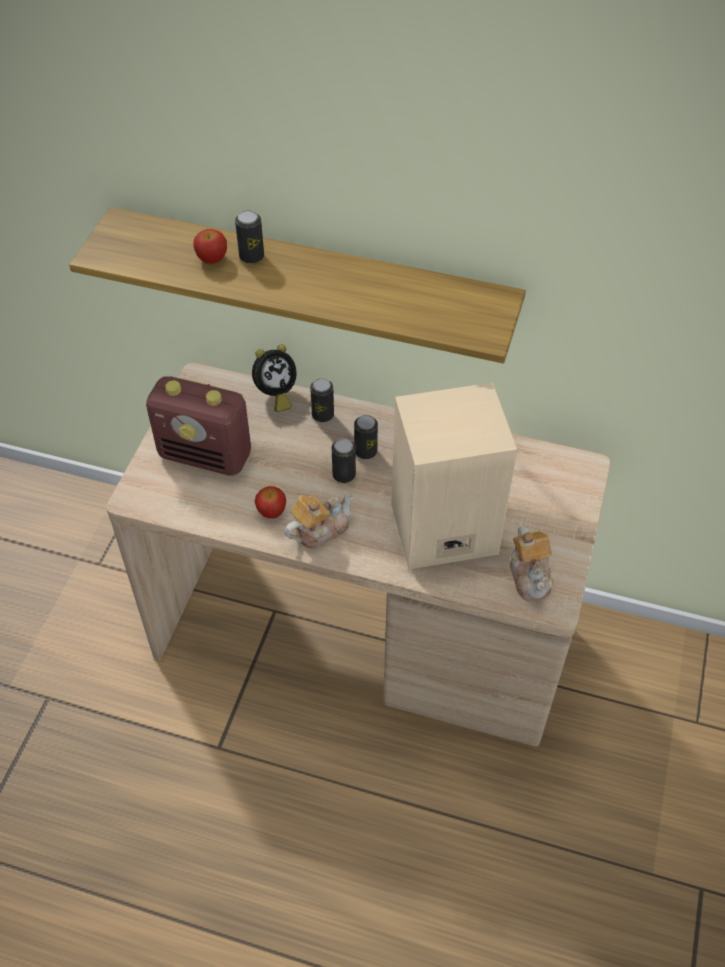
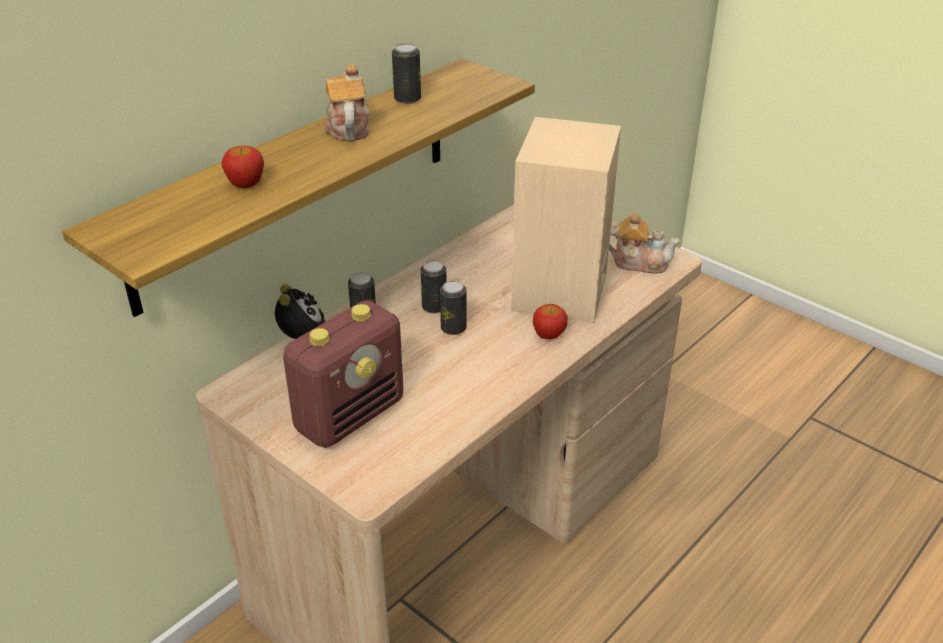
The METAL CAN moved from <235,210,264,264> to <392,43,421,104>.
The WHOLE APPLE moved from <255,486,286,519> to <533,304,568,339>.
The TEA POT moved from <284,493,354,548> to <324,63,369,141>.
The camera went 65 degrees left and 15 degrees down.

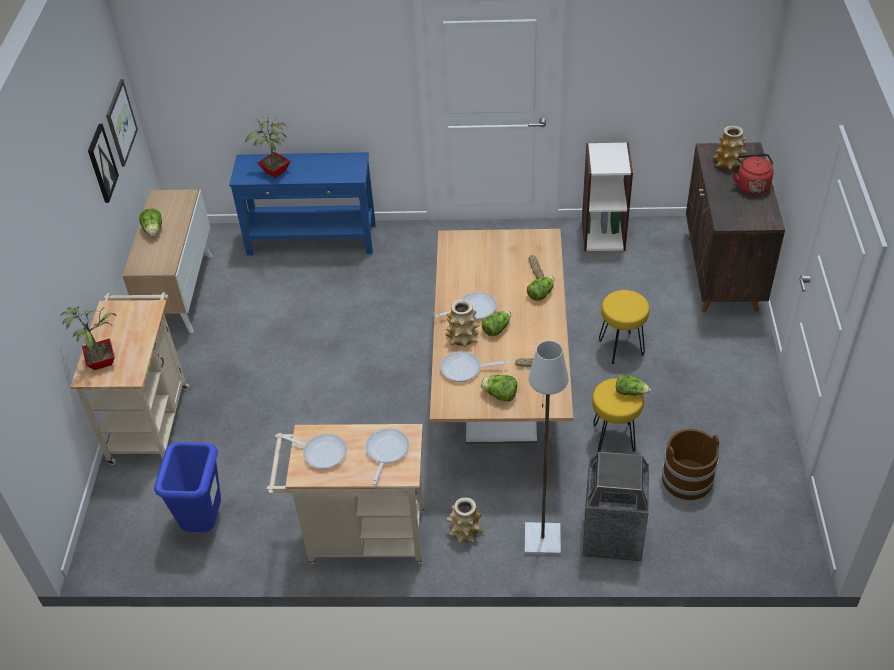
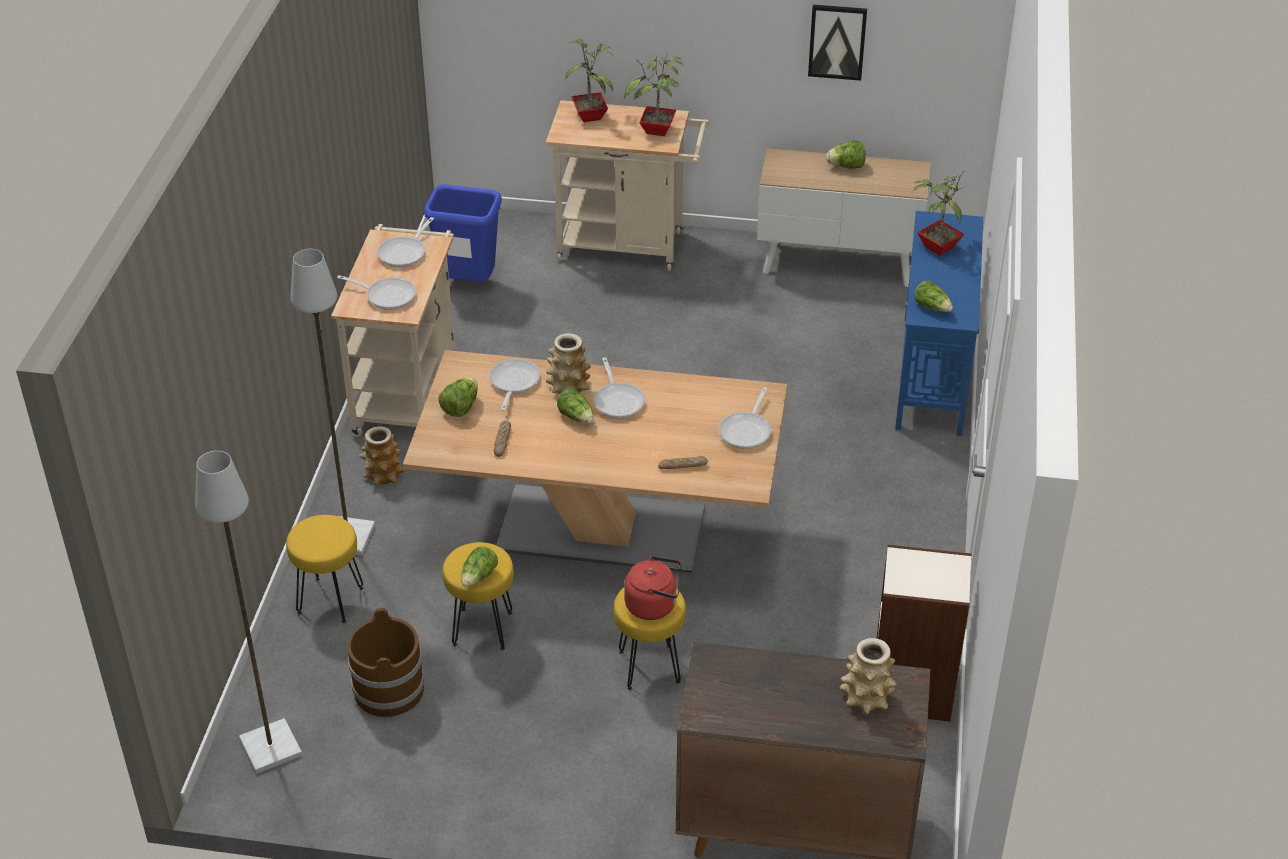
The WALL PICTURE at <106,79,138,167> disappeared.
The RED-COLOURED KETTLE moved from <732,154,773,195> to <624,556,681,620>.
The LETTUCE moved from <527,276,554,301> to <914,281,953,312>.
The WASTE BIN at <583,452,649,561> was replaced by the YELLOWISH STOOL at <286,515,364,623>.
The PLANT IN A POT at <624,54,683,136> appeared.
The SKILLET at <718,387,771,449> appeared.
The GREYISH STANDING LAMP at <195,451,302,774> appeared.
The camera went 95 degrees right and 5 degrees down.

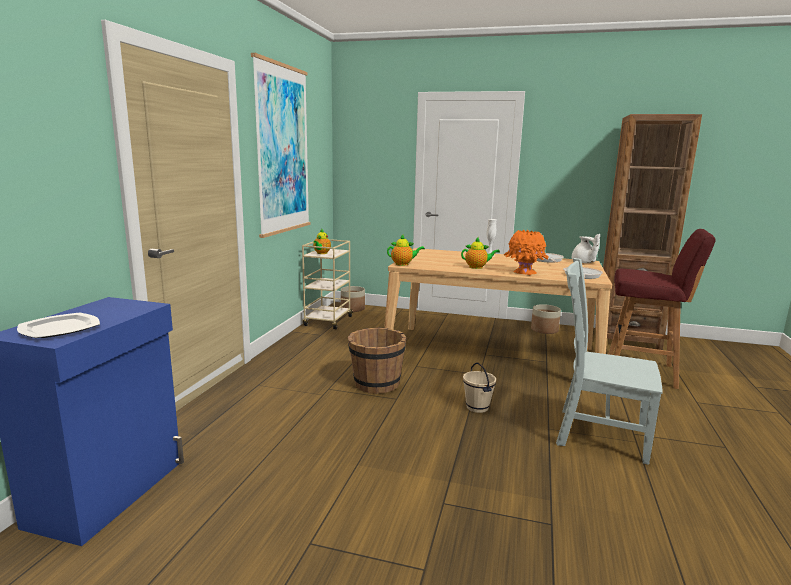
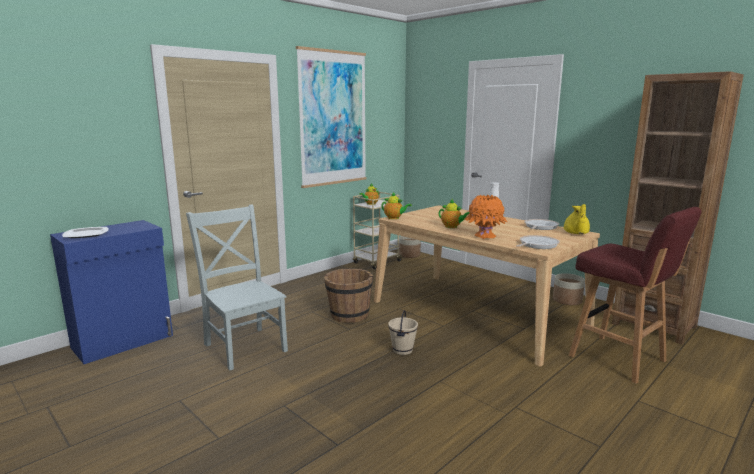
The WHITE TEA POT at <572,234,600,263> became the YELLOWISH TEA POT at <564,204,590,234>.
The GREYISH CHAIR moved from <556,258,663,465> to <186,205,288,371>.
The camera went 30 degrees right and 0 degrees up.

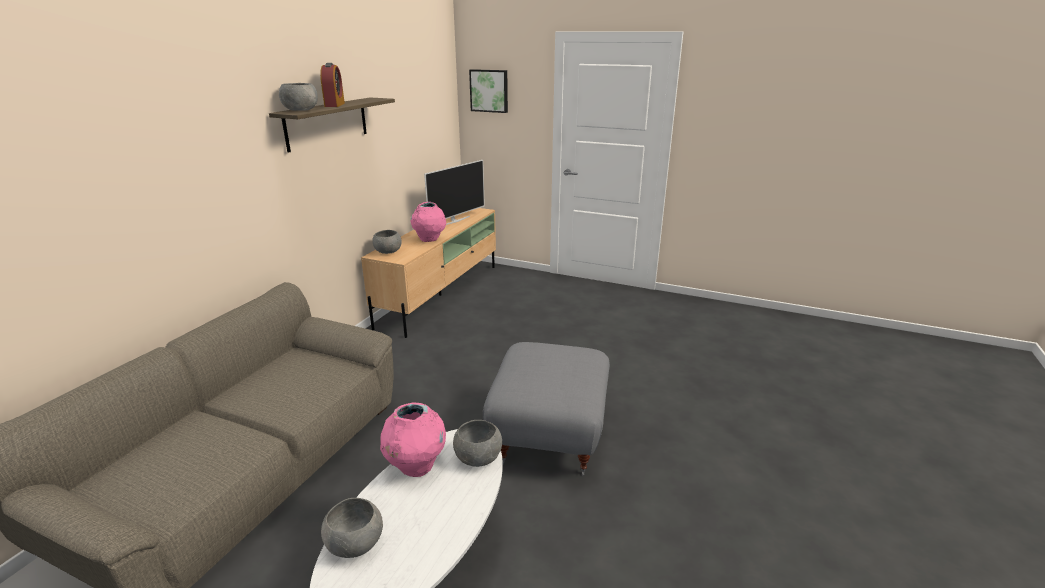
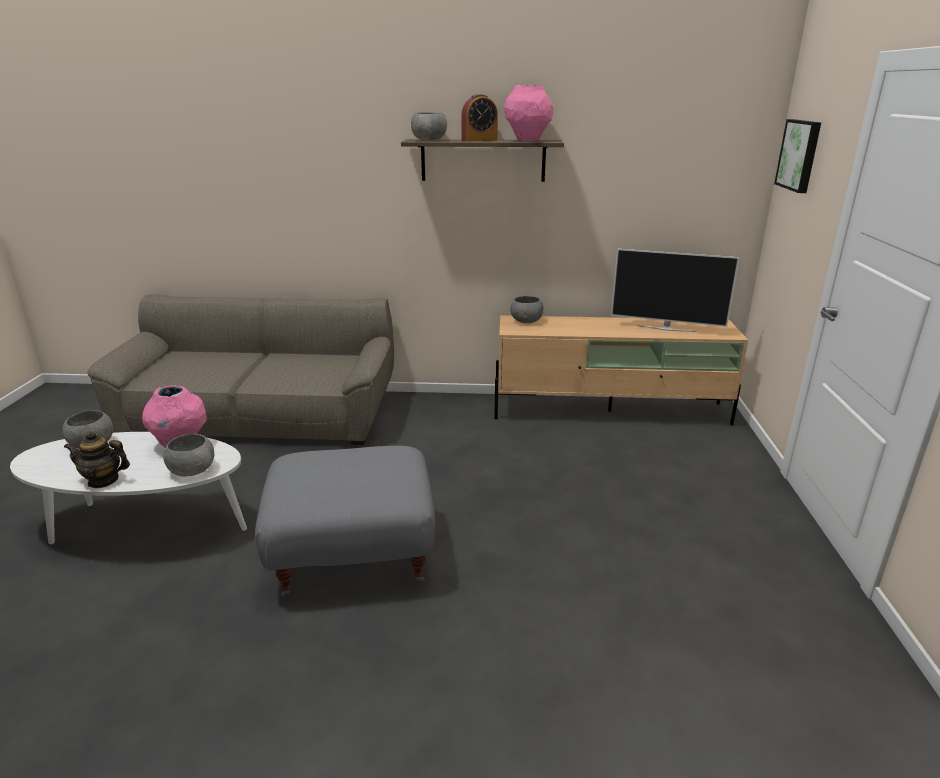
The PINK-COLOURED DECORATIVE VASE moved from <411,202,446,242> to <504,84,553,142>.
The TEA POT at <64,431,130,488> appeared.
The camera went 70 degrees right and 0 degrees up.

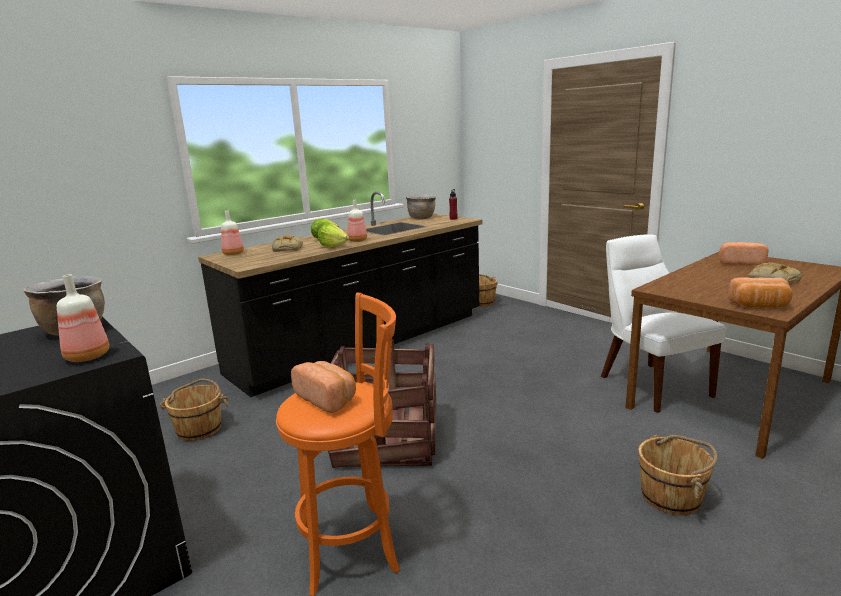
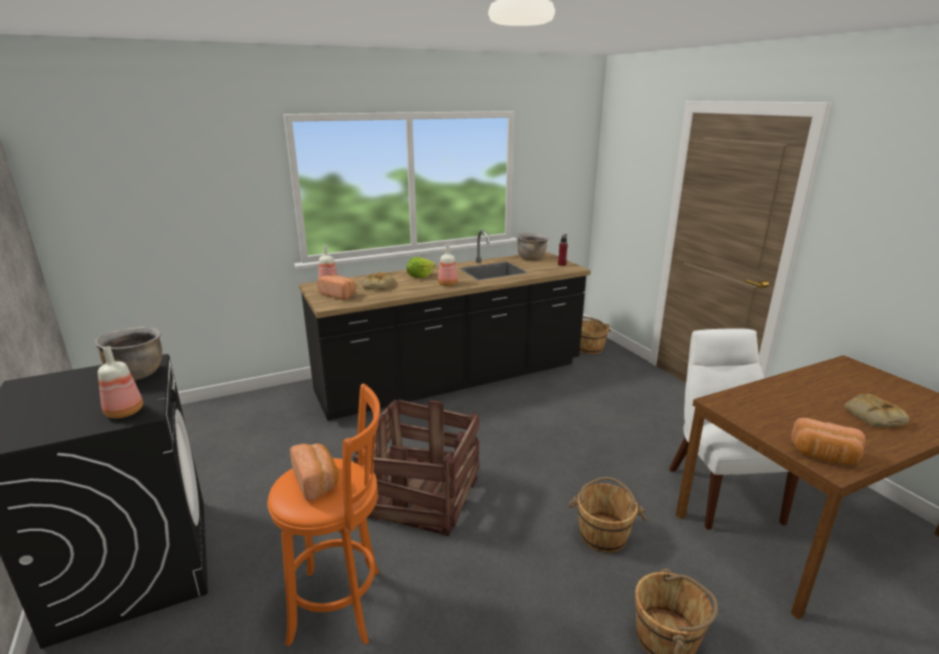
The LETTUCE at <318,224,349,248> disappeared.
The BAKED BREAD moved from <719,242,768,265> to <317,275,356,300>.
The BROWN-COLOURED WATER BUCKET moved from <159,379,229,441> to <568,477,646,553>.
The camera went 15 degrees right and 5 degrees up.

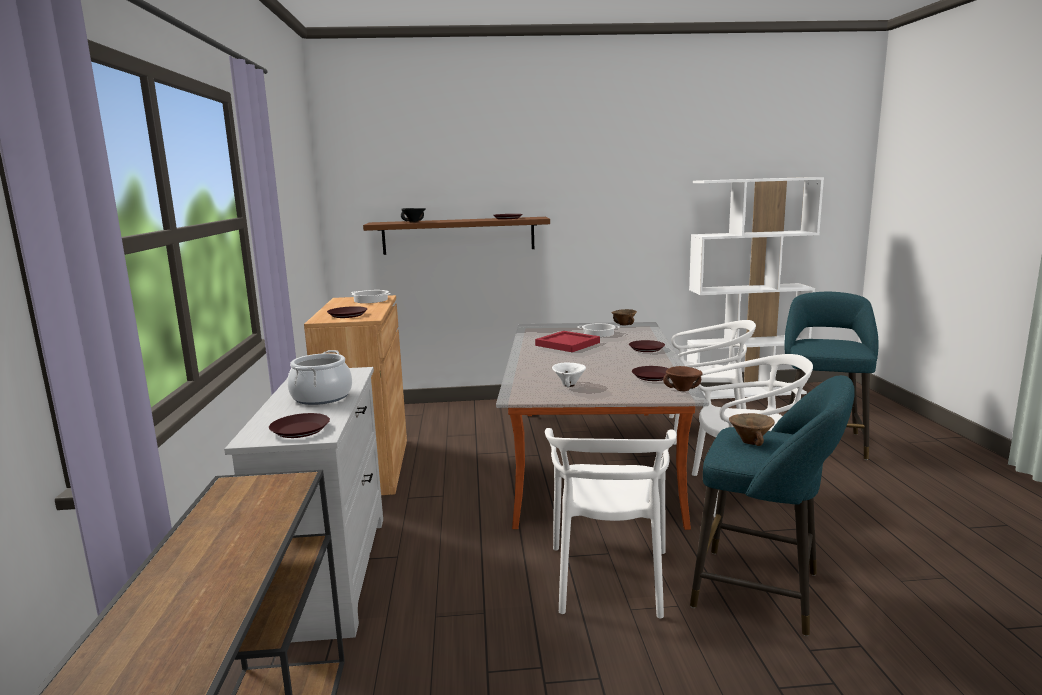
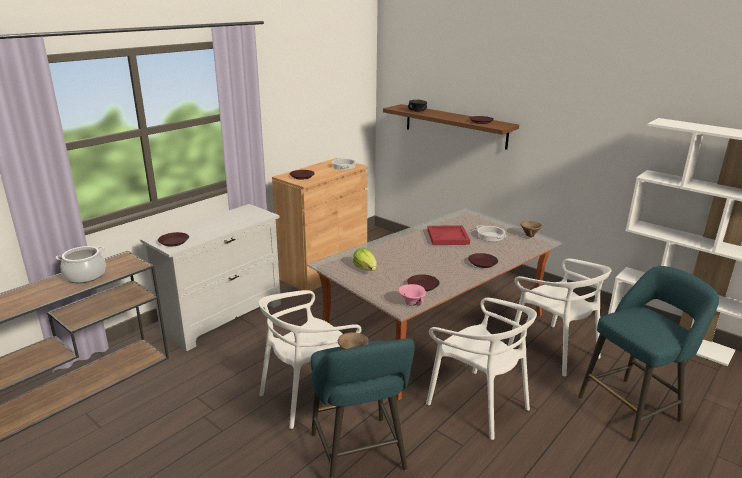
The SAUCEPOT moved from <287,350,352,405> to <55,246,106,283>.
The WHITE BOWL at <552,362,586,387> was replaced by the LETTUCE at <353,248,377,271>.
The BROWN-COLOURED BOWL at <663,366,702,391> became the PINK-COLOURED BOWL at <398,284,426,306>.
The camera went 45 degrees right and 10 degrees up.

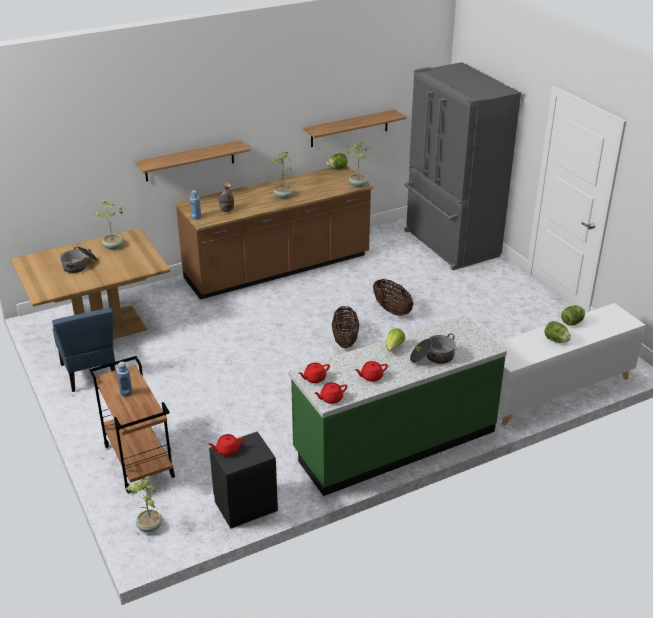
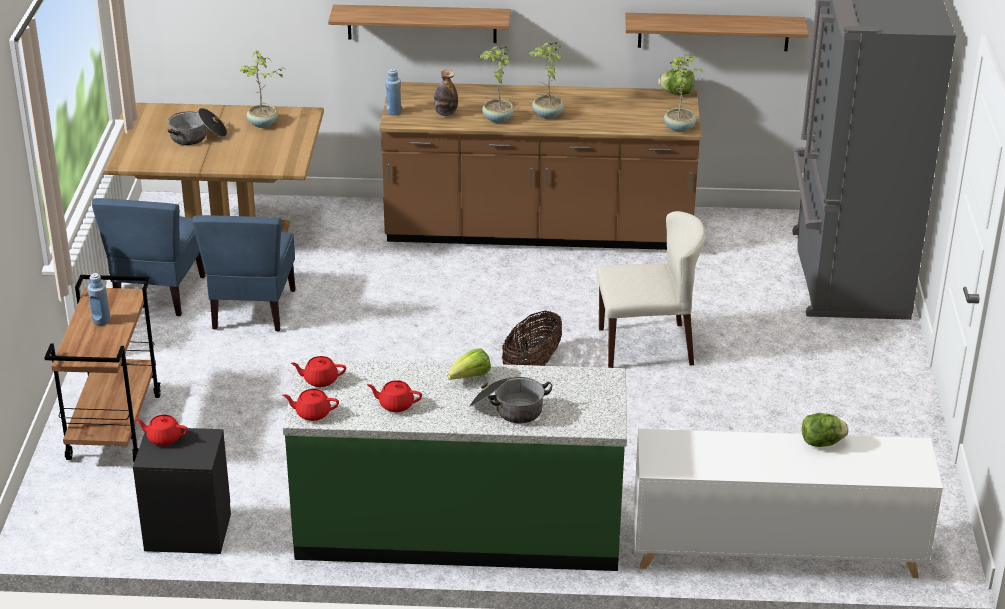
The HOUSEHOLD BASKET at <373,279,413,316> was replaced by the BEIGE-COLOURED CHAIR at <597,211,706,368>.
The LETTUCE at <544,321,571,343> disappeared.
The PLANT IN A POT moved from <126,476,162,532> to <479,46,514,123>.
The BLUE CHAIR at <192,215,296,331> appeared.
The camera went 30 degrees right and 0 degrees up.

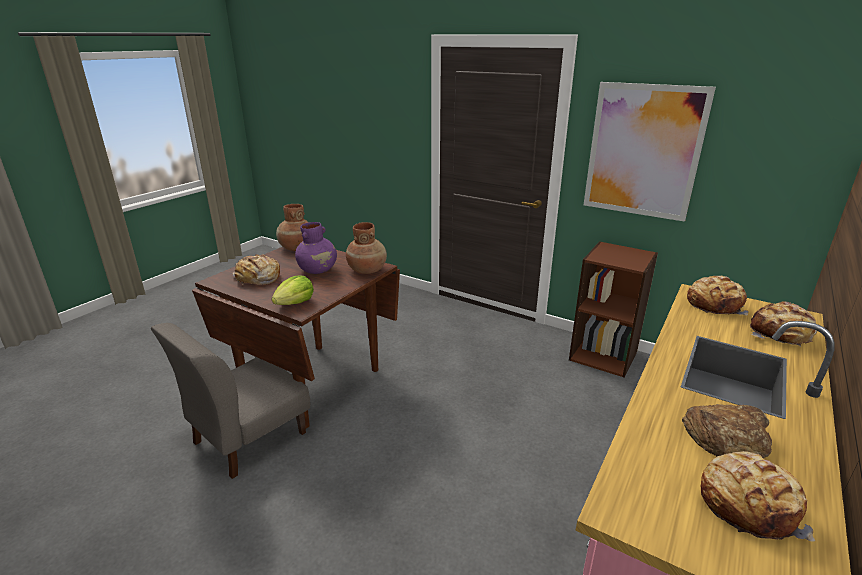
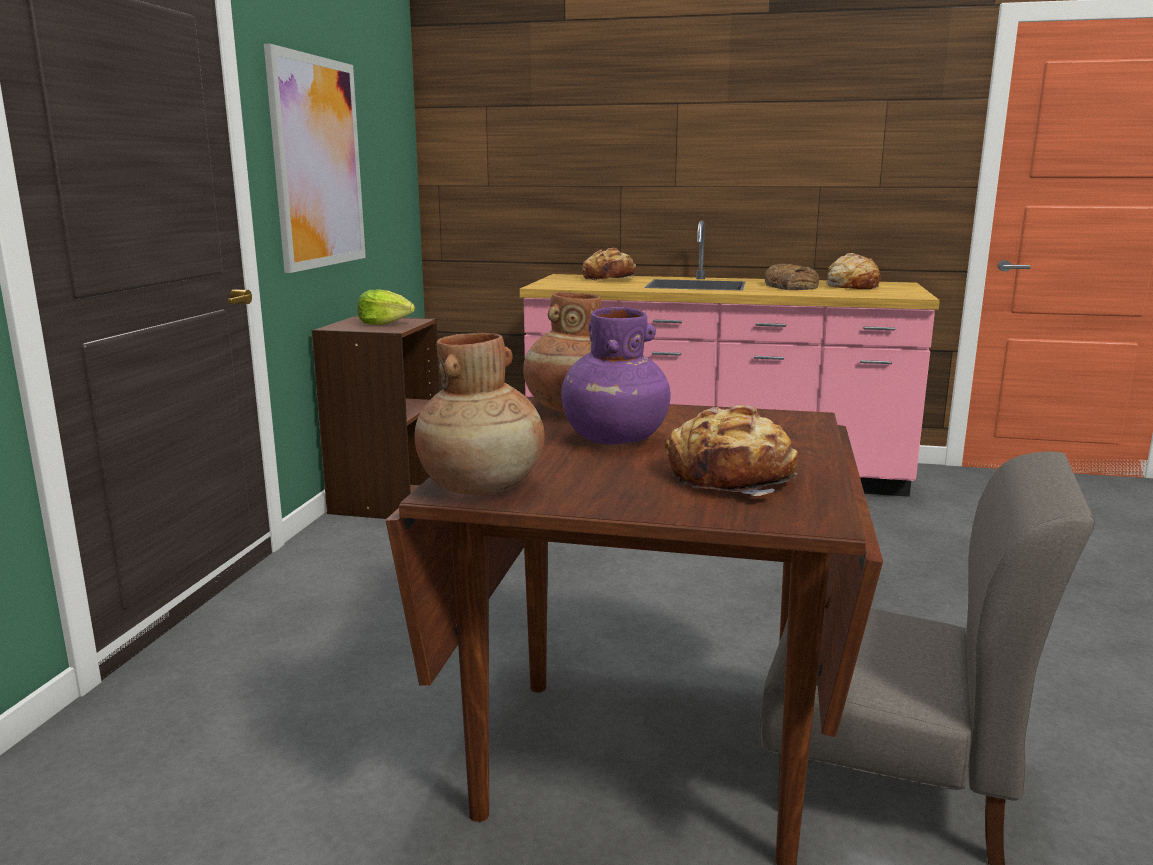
The LETTUCE moved from <271,276,314,305> to <357,289,415,325>.
The BAKED BREAD at <687,276,749,315> disappeared.
The camera went 110 degrees left and 10 degrees down.

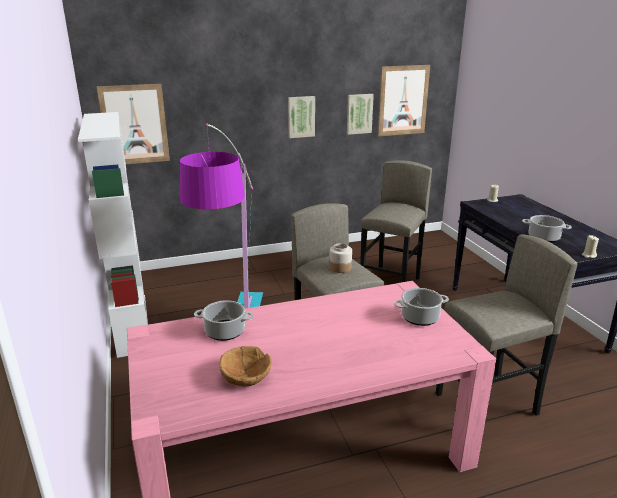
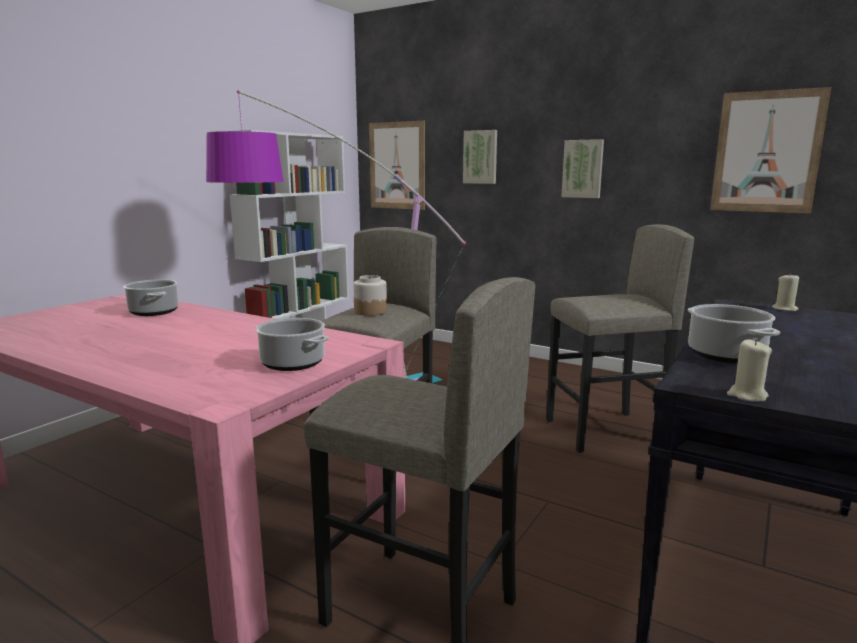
The WALL PICTURE moved from <347,94,374,135> to <463,130,497,184>.
The BROWN-COLOURED BOWL at <220,346,271,387> disappeared.
The camera went 50 degrees right and 10 degrees down.

